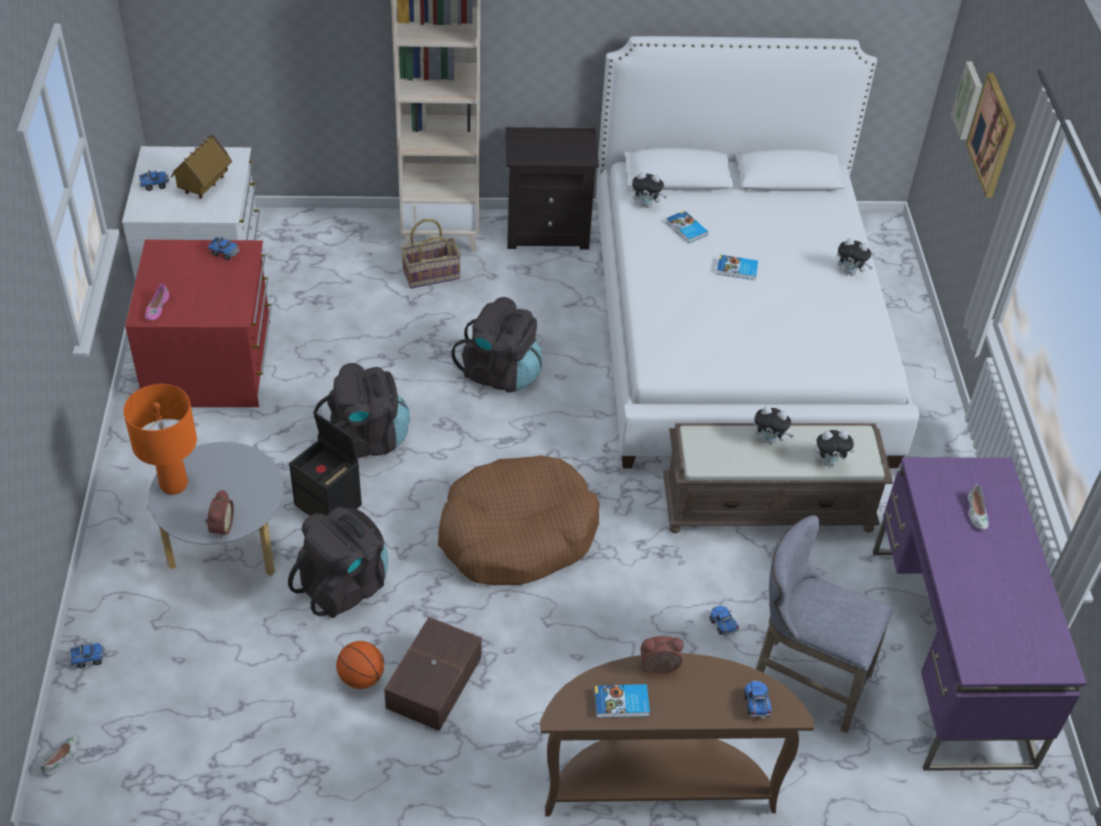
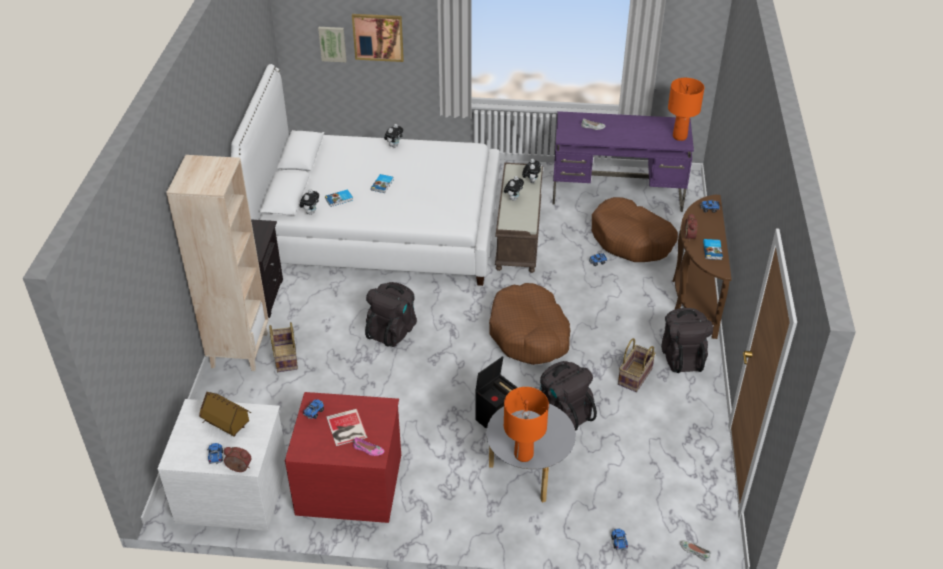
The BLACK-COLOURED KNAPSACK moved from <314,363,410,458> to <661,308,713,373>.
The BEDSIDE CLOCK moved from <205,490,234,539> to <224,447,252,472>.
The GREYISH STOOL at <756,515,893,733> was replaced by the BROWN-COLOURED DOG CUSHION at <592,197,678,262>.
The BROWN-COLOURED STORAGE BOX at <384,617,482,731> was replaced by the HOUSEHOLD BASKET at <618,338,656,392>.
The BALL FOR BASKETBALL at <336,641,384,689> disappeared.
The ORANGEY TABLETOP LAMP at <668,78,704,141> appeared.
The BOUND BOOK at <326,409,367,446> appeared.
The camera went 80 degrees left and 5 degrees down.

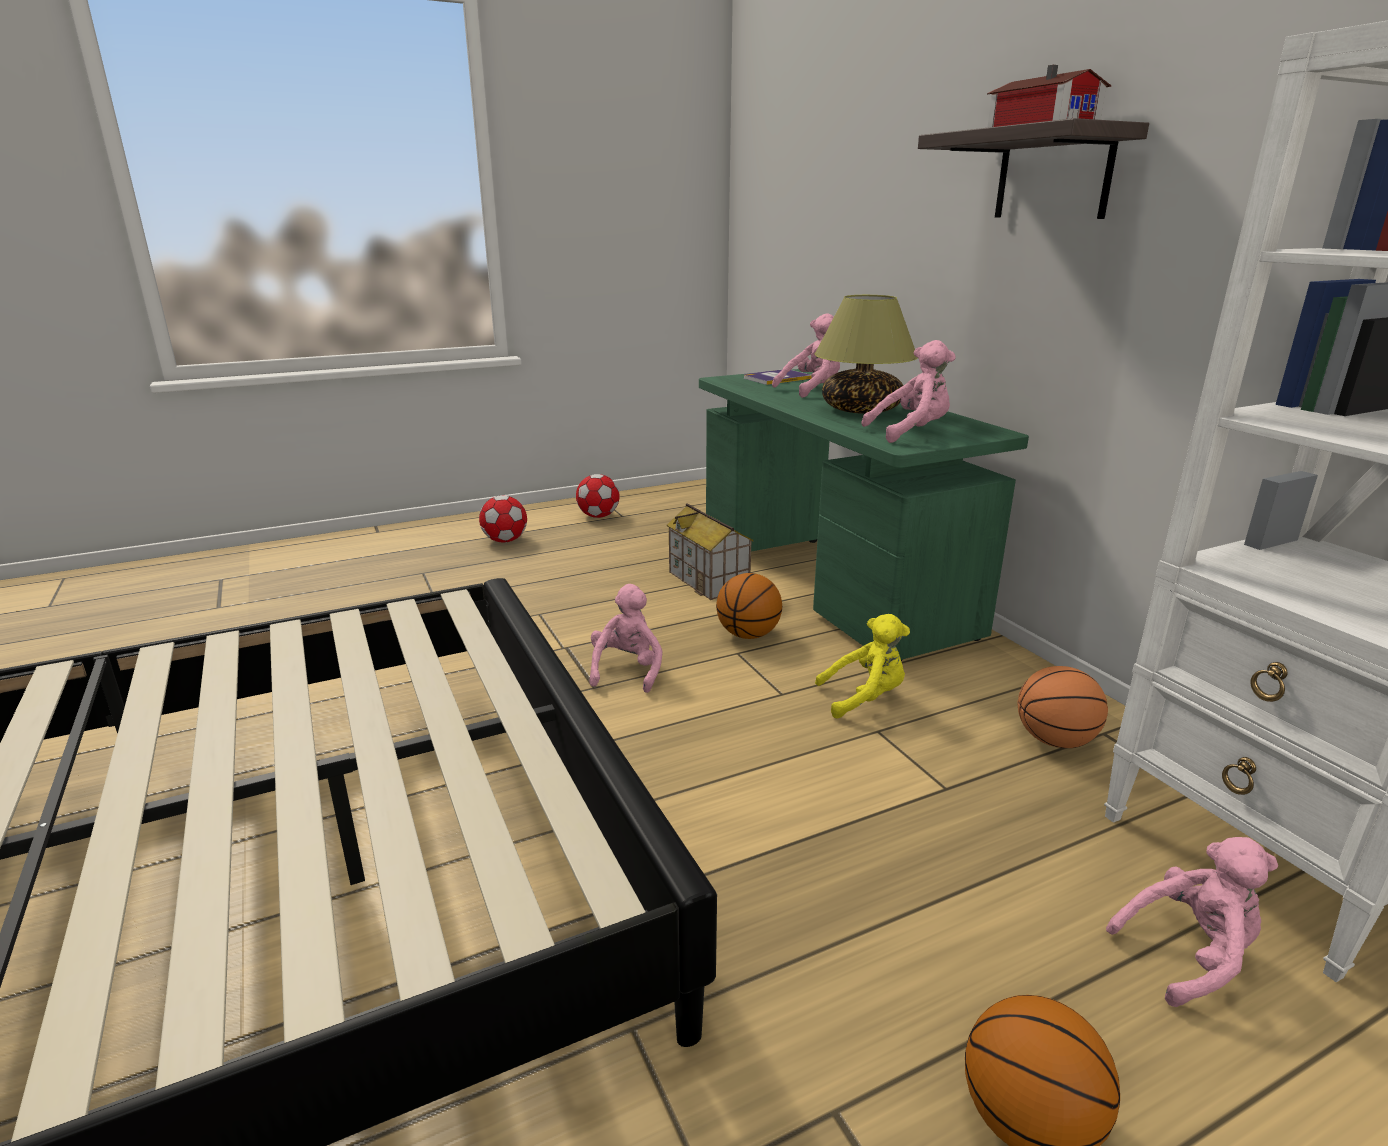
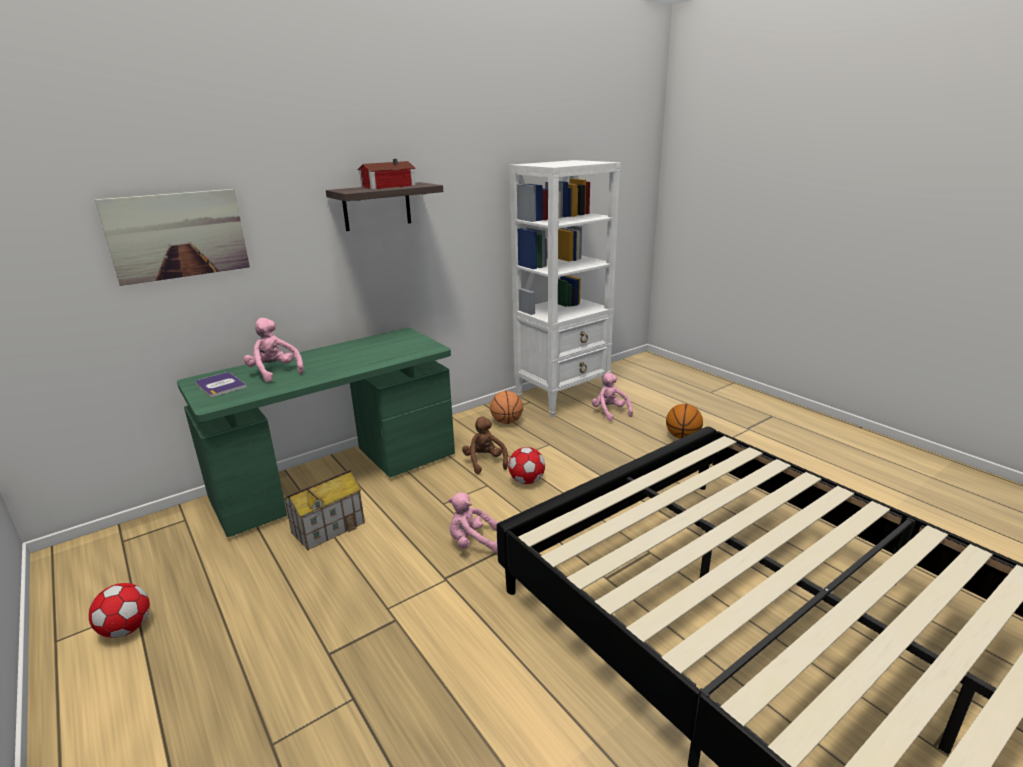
The TABLETOP LAMP at <815,295,917,414> disappeared.
The PINK-COLOURED SOFT TOY at <861,340,956,443> disappeared.
The FOOTBALL moved from <479,496,527,543> to <508,447,545,484>.
The BALL FOR BASKETBALL at <716,573,782,639> disappeared.
The YELLOWISH SOFT TOY at <815,614,910,718> became the BROWN-COLOURED SOFT TOY at <462,416,508,474>.
The WALL PICTURE at <95,189,250,286> appeared.
The camera went 100 degrees left and 0 degrees up.

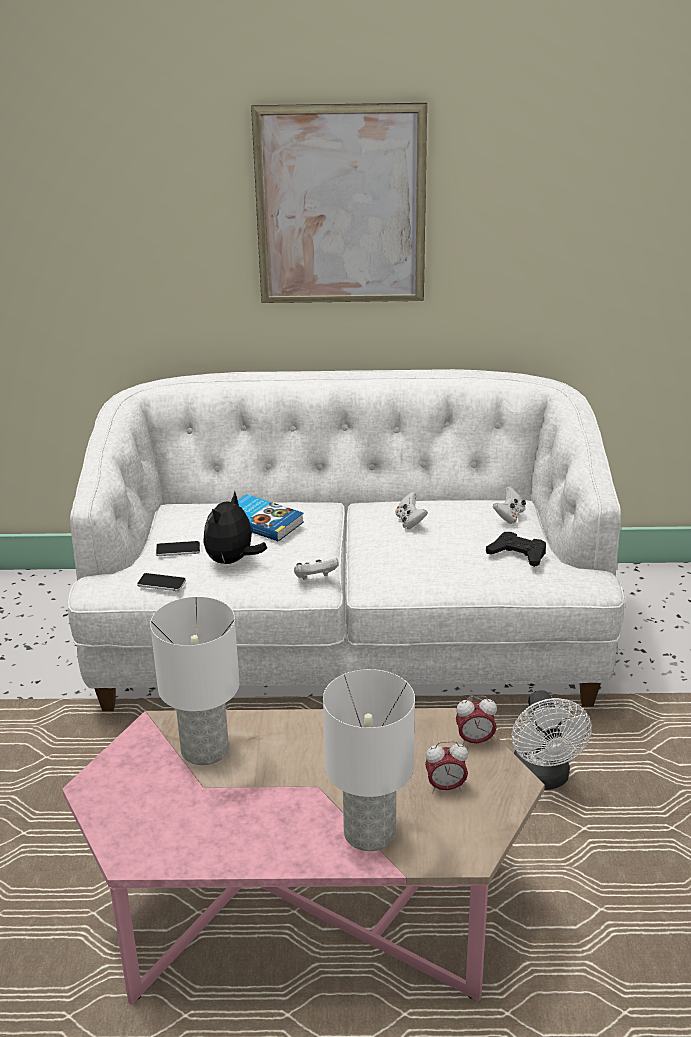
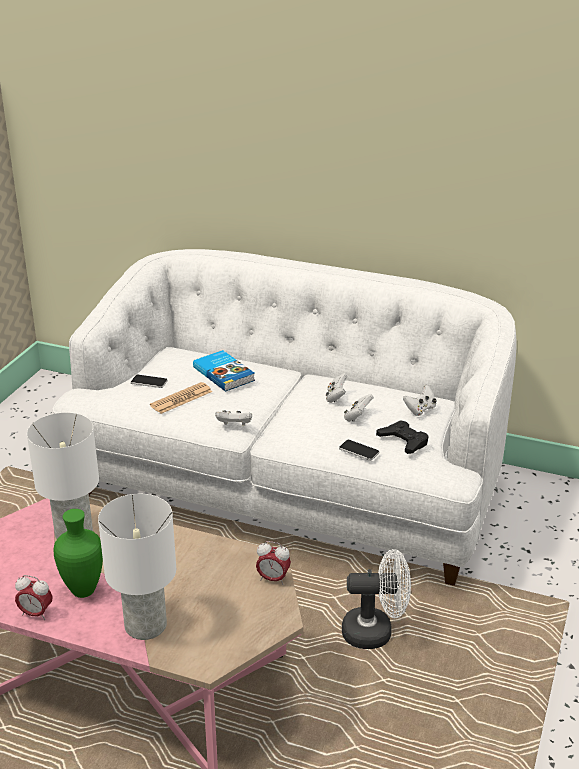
The WALL PICTURE at <251,103,427,303> disappeared.
The SOFT TOY at <203,491,267,564> was replaced by the NEWSPAPER at <150,382,212,414>.
The PHONE moved from <137,573,186,591> to <339,440,379,461>.
The WHITE COOLING FAN at <512,690,592,790> turned 105 degrees counterclockwise.
The BEDSIDE CLOCK moved from <425,741,468,793> to <15,575,53,620>.
The WHITE GAMEPAD at <344,394,374,422> appeared.
The GREENISH DECORATIVE VASE at <54,509,103,598> appeared.
The camera went 20 degrees right and 0 degrees up.

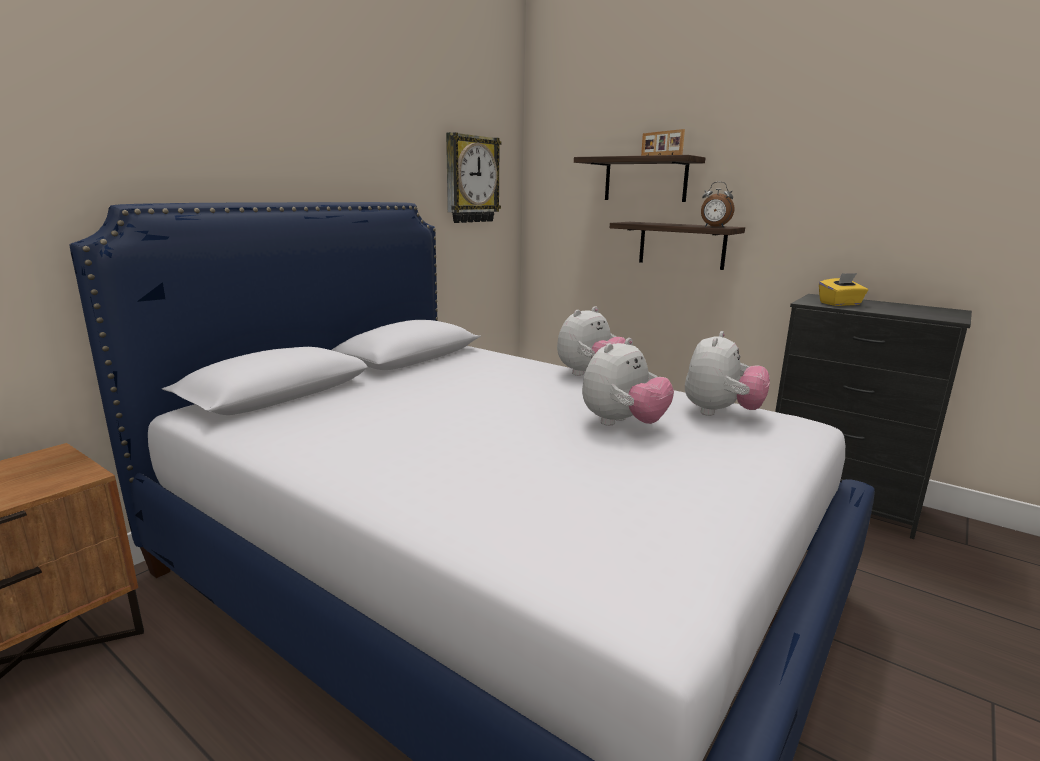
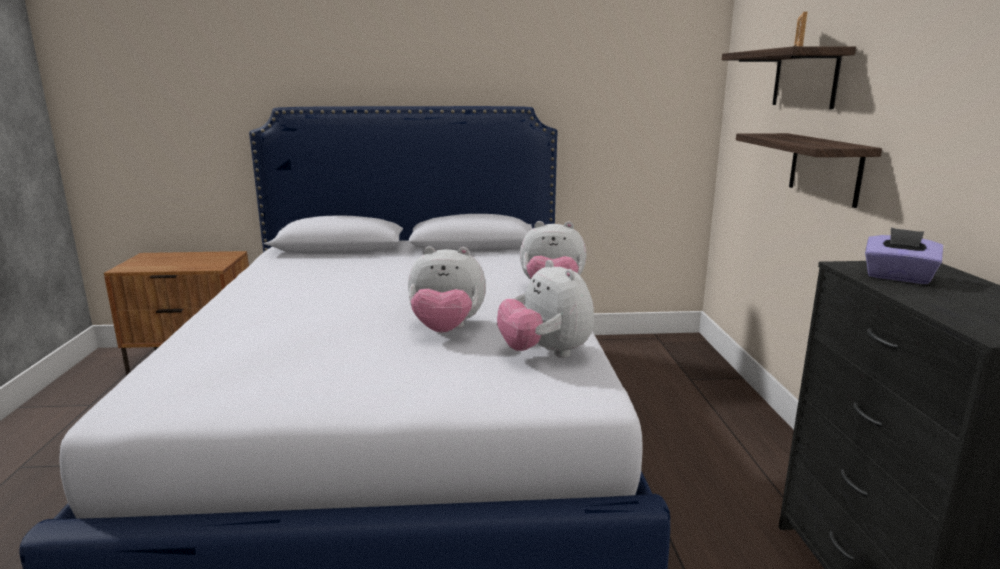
The CLOCK ON THE WALL at <446,132,501,223> disappeared.
The BEDSIDE CLOCK at <701,182,734,227> disappeared.
The YELLOWISH TISSUE HOLDER at <819,273,868,306> became the PURPLE TISSUE HOLDER at <865,228,943,284>.
The SOFT TOY at <685,331,770,416> turned 75 degrees clockwise.
The camera went 50 degrees right and 0 degrees up.

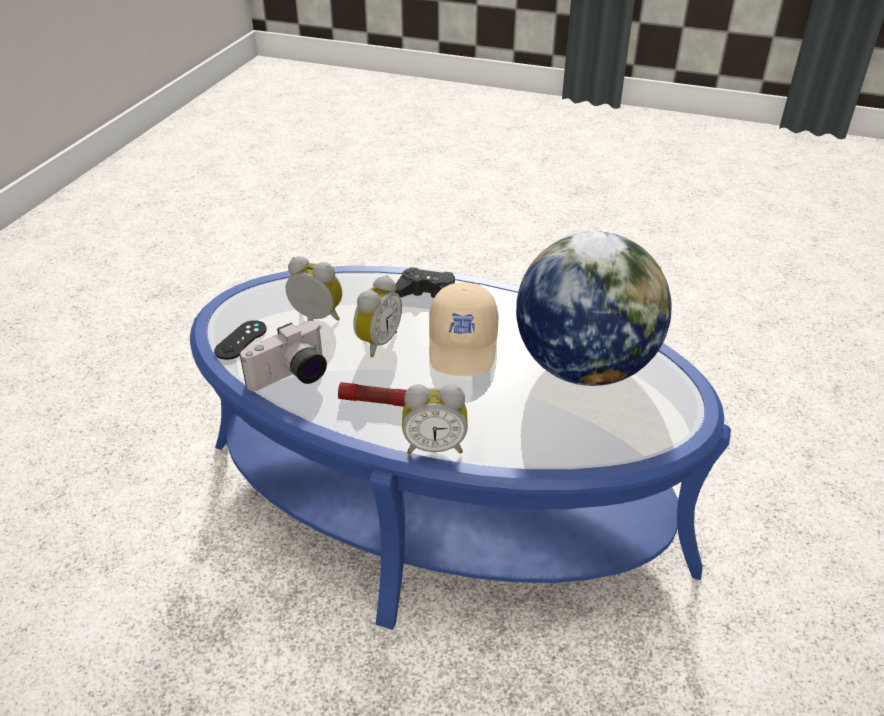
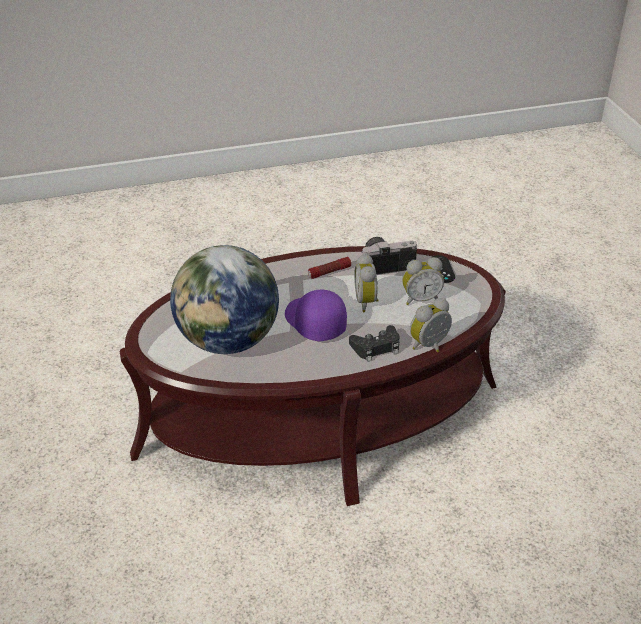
The BLUE LOUNGE TABLE at <190,266,731,630> became the BROWN-COLOURED LOUNGE TABLE at <120,246,506,506>.
The BEIGE-COLOURED CAP at <429,282,498,376> became the PURPLE CAP at <285,289,347,342>.
The STILL CAMERA at <240,321,327,391> turned 60 degrees clockwise.
The BEDSIDE CLOCK moved from <402,384,468,454> to <410,298,452,352>.
The camera went 145 degrees right and 0 degrees up.

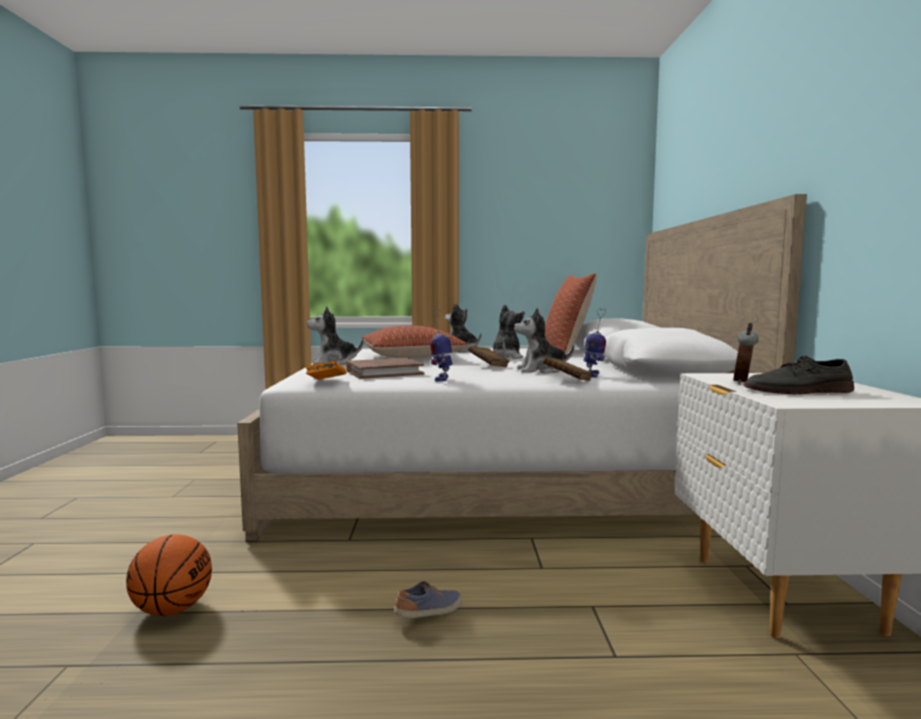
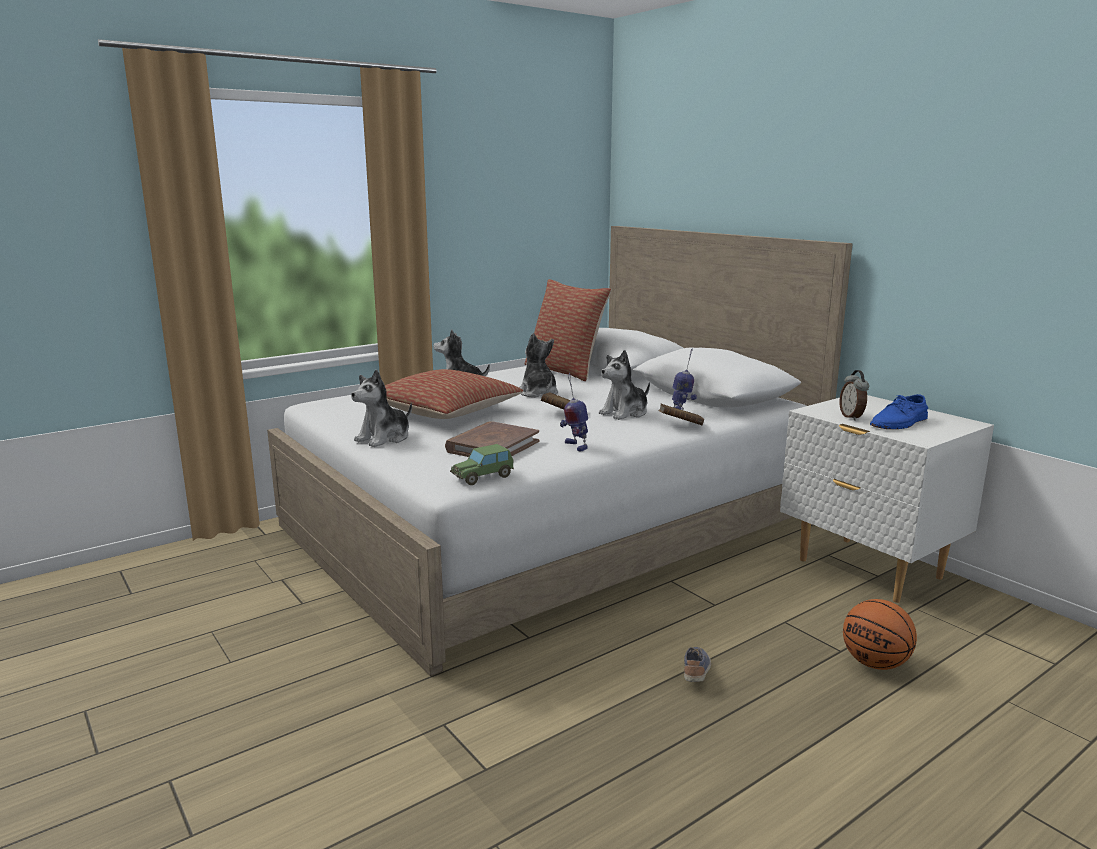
The GREYISH ITEM OF FOOTWEAR at <744,356,854,394> became the BLUE ITEM OF FOOTWEAR at <870,394,928,429>.
The ORANGEY BOUND BOOK at <304,361,346,380> was replaced by the MODEL CAR at <450,444,514,485>.
The BALL FOR BASKETBALL moved from <126,534,212,616> to <843,599,917,670>.
The camera went 35 degrees left and 10 degrees up.

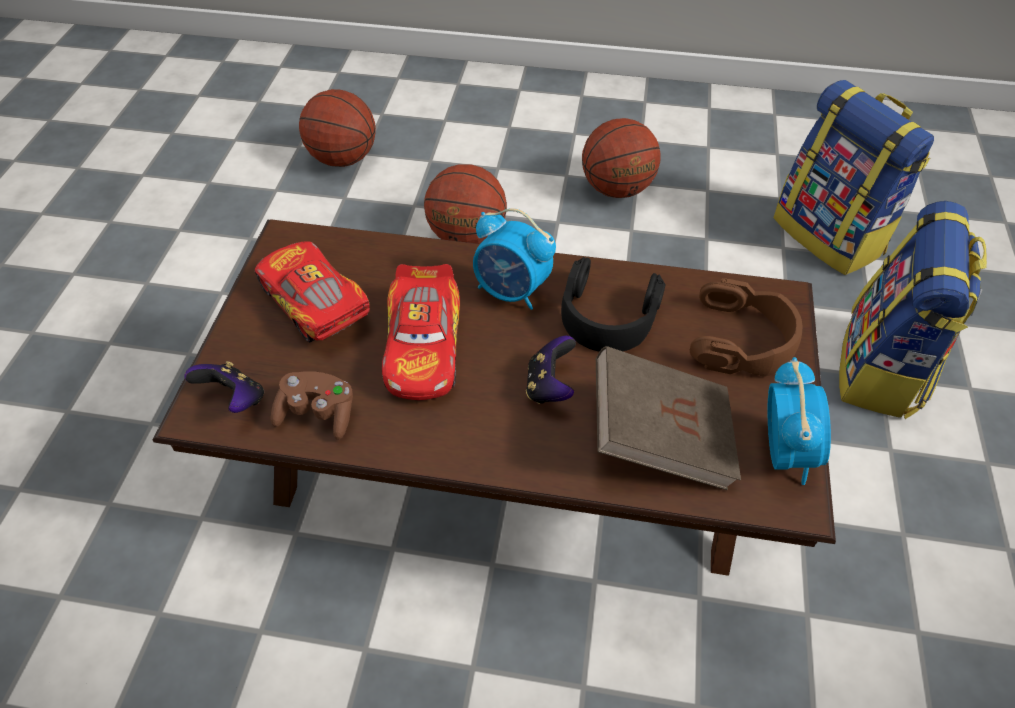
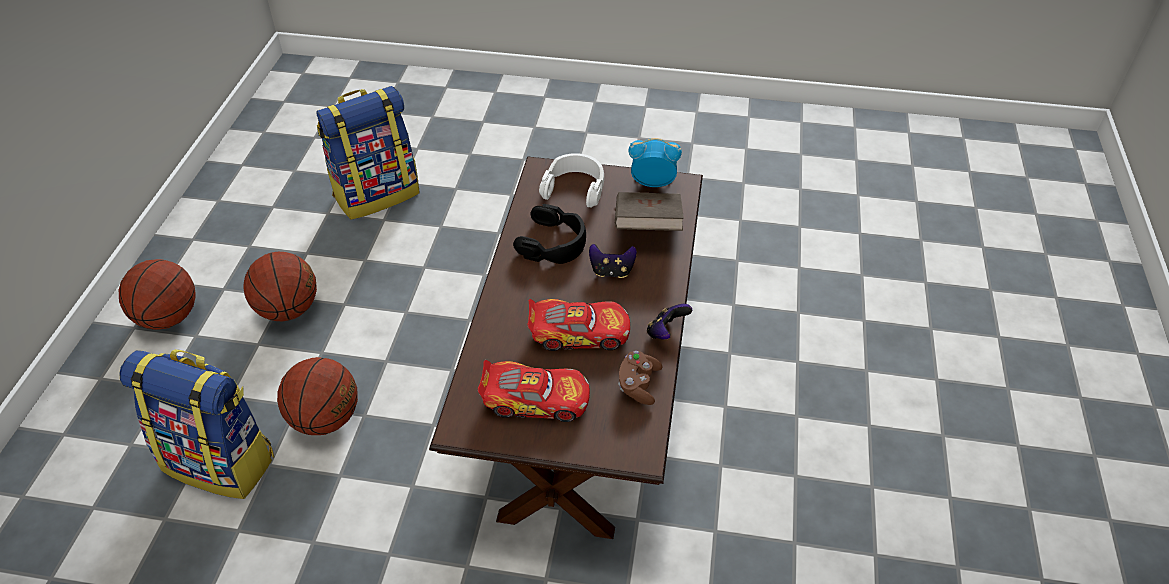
The BALL FOR BASKETBALL moved from <299,89,376,167> to <119,259,196,330>.
The KNAPSACK moved from <839,201,987,419> to <119,349,274,499>.
The BEDSIDE CLOCK at <473,208,556,310> disappeared.
The MODEL CAR at <255,241,370,343> turned 135 degrees counterclockwise.
The BROWN-COLOURED PAIR OF HEADPHONES at <690,278,802,377> became the WHITE PAIR OF HEADPHONES at <539,153,604,208>.
The GAMEPAD moved from <184,361,264,413> to <647,304,692,340>.
The camera went 90 degrees left and 5 degrees down.

